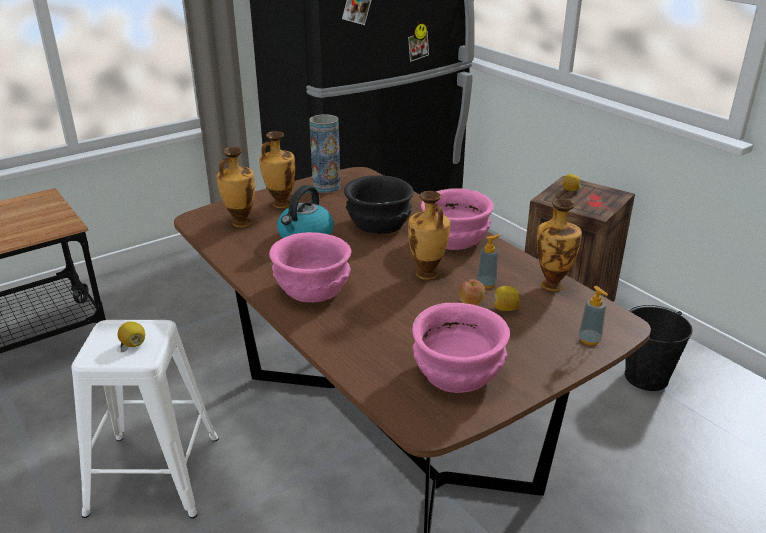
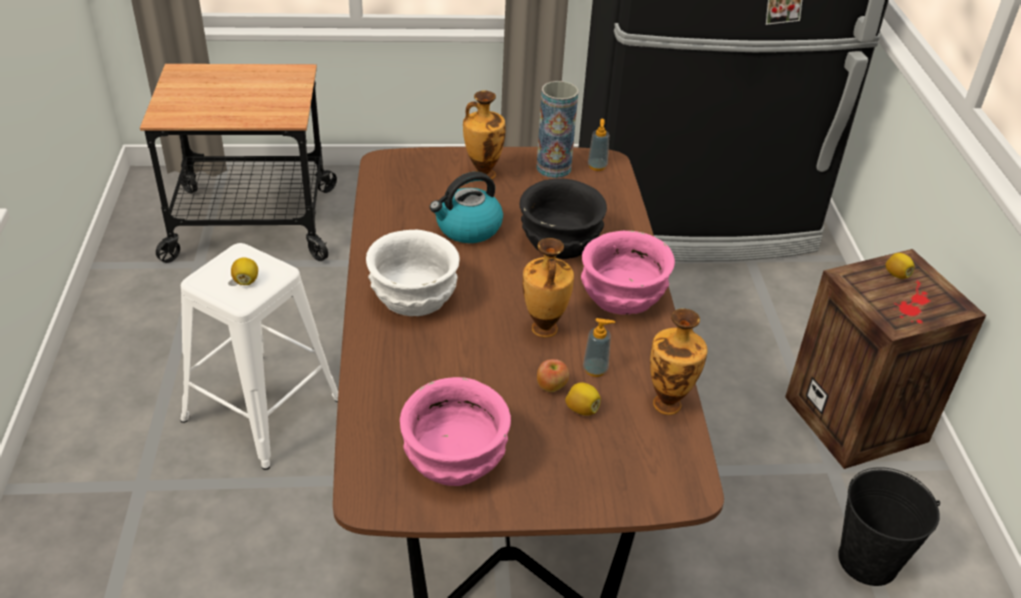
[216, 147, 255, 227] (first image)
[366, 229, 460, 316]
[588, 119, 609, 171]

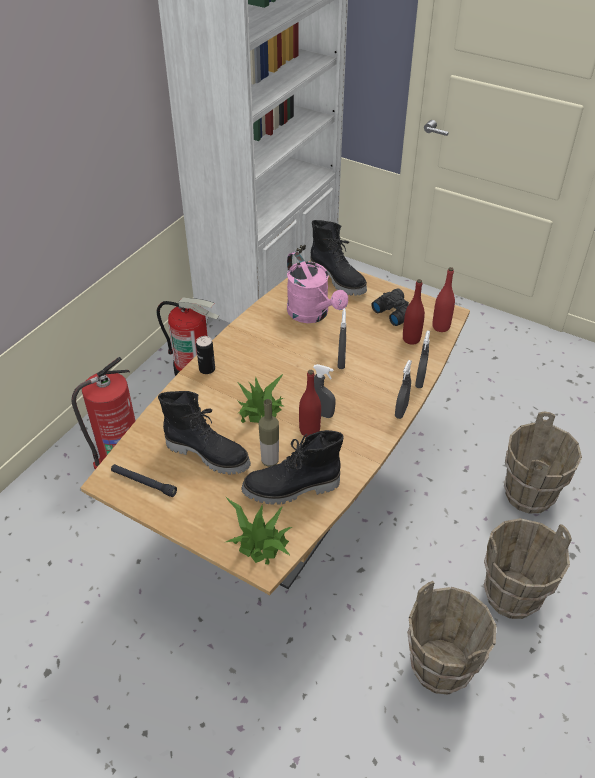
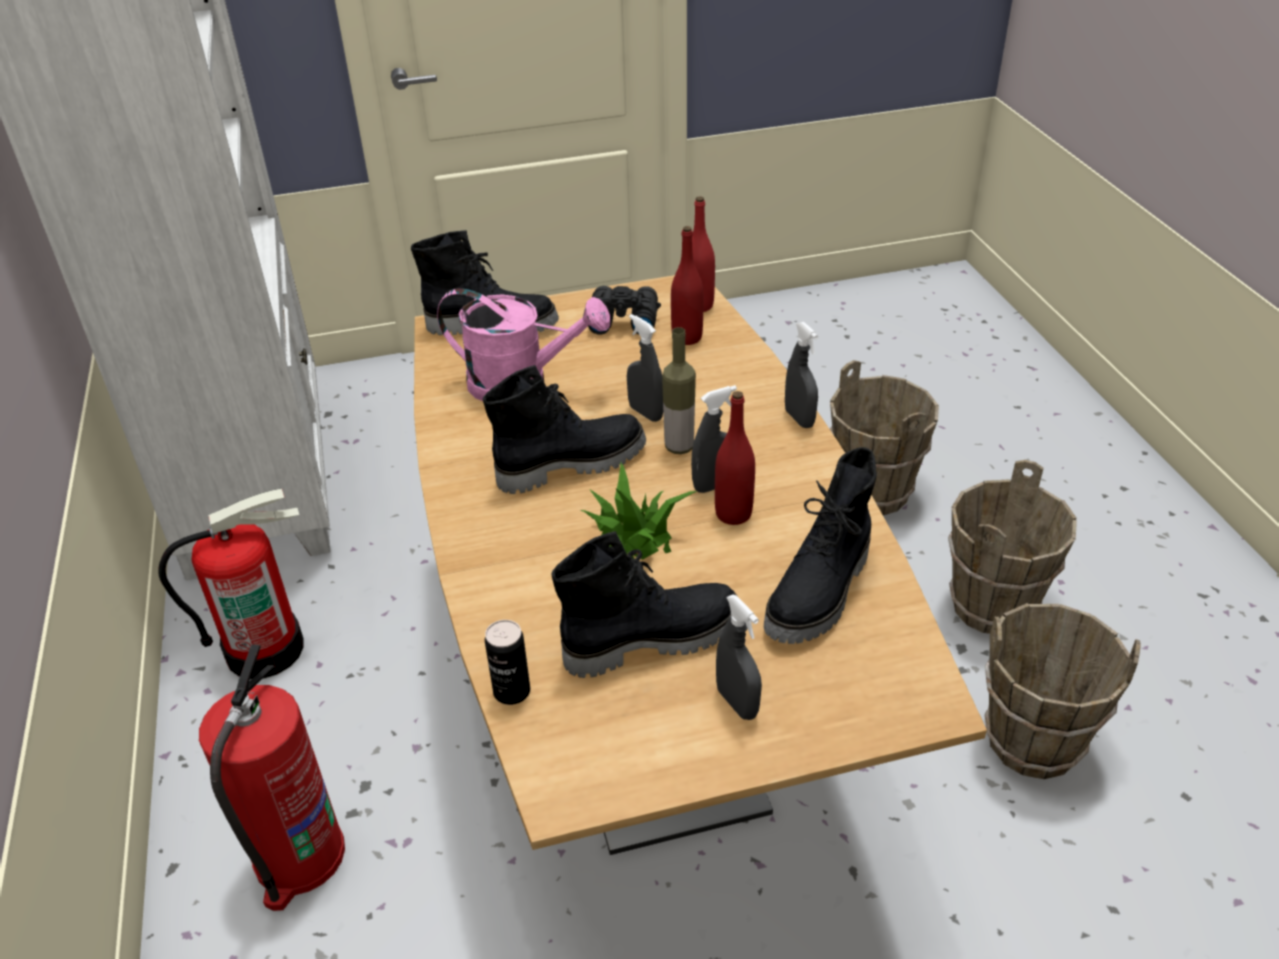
[716, 594, 762, 720]
[485, 620, 530, 705]
[662, 327, 696, 454]
[111, 464, 177, 497] (first image)
[225, 496, 293, 565] (first image)
[483, 365, 646, 494]

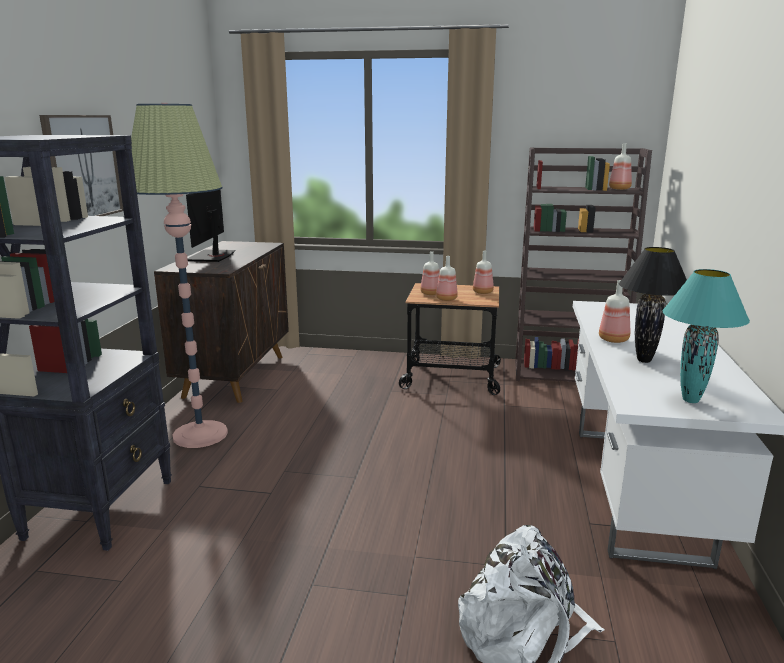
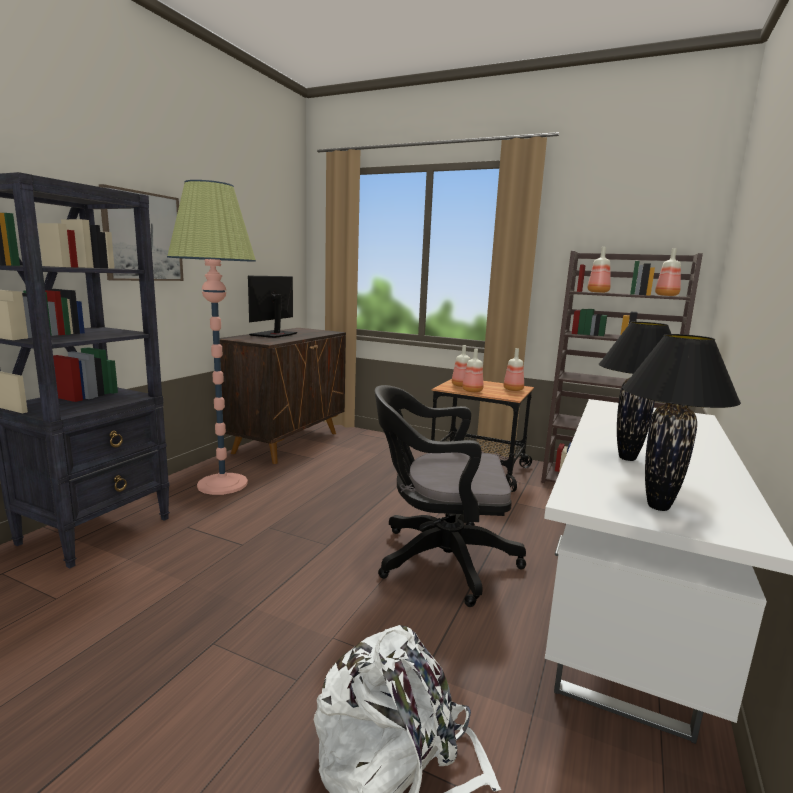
[622, 334, 741, 511]
[587, 247, 611, 293]
[374, 385, 526, 607]

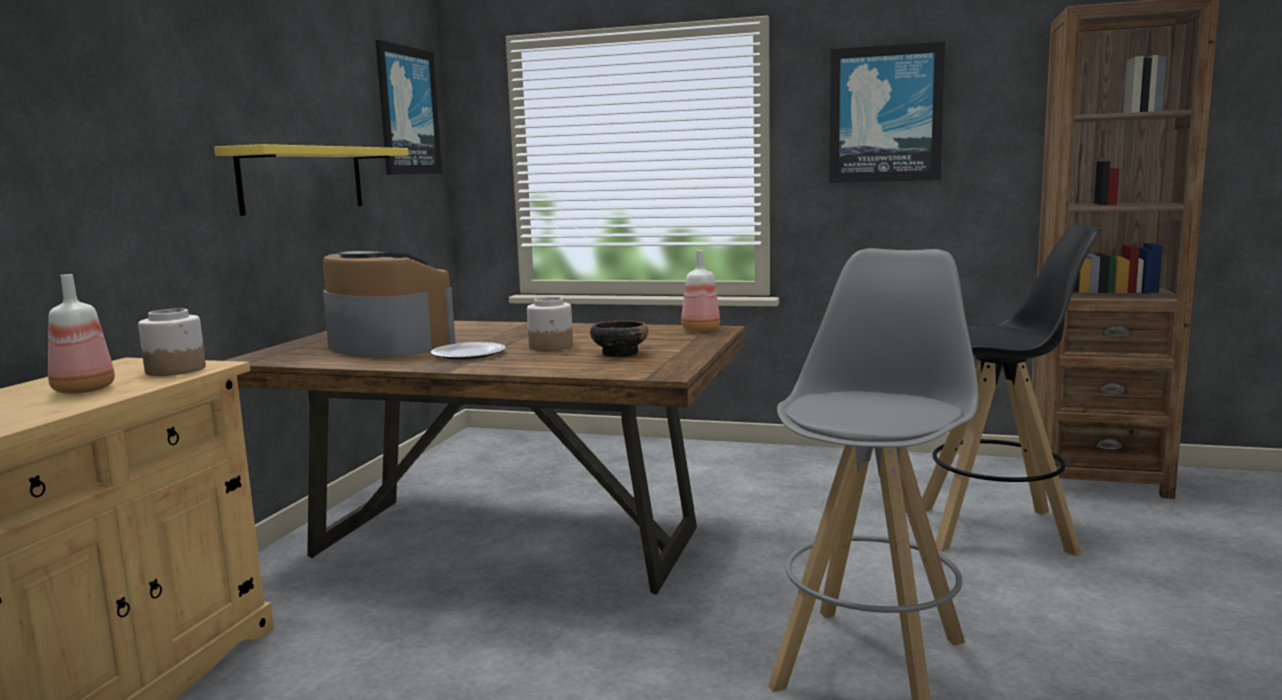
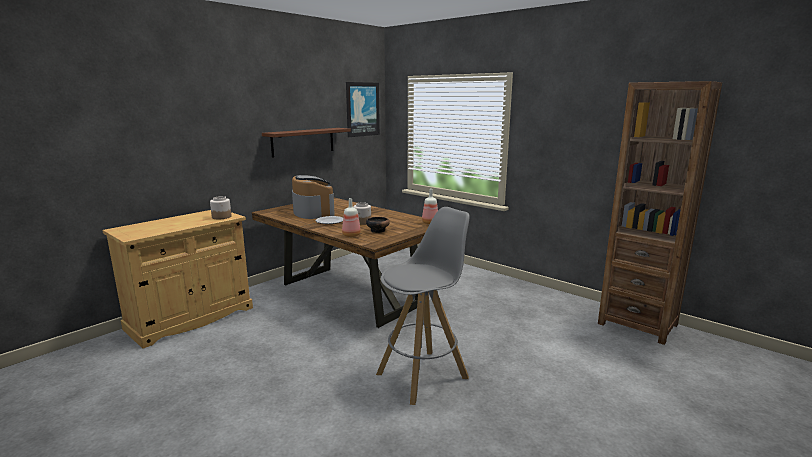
[829, 41, 945, 183] (first image)
[262, 128, 351, 158]
[922, 224, 1103, 556] (first image)
[342, 198, 361, 237]

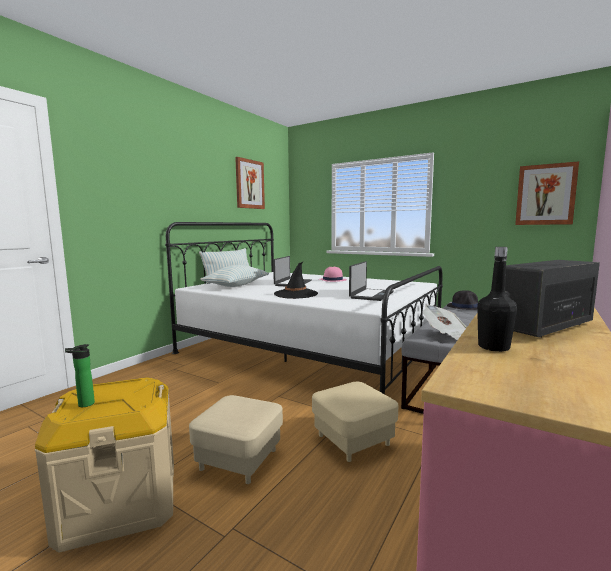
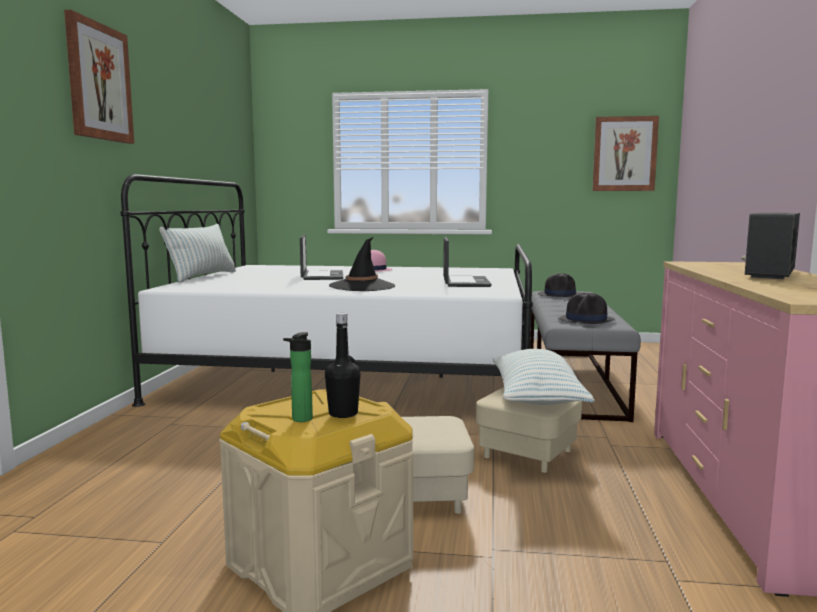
[64, 10, 134, 144]
[325, 313, 361, 418]
[492, 349, 594, 405]
[558, 293, 615, 324]

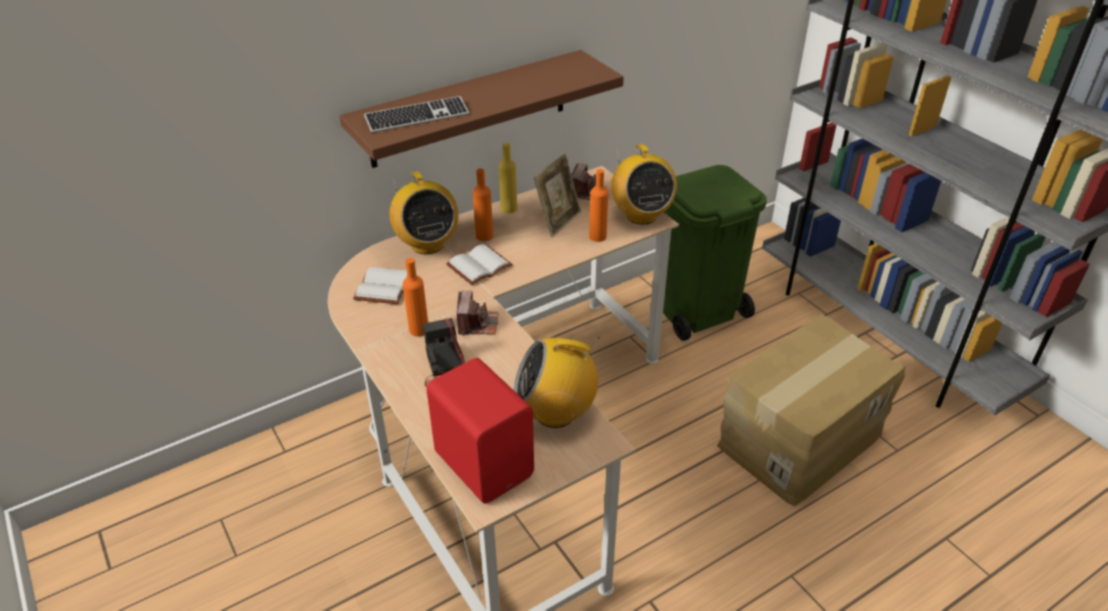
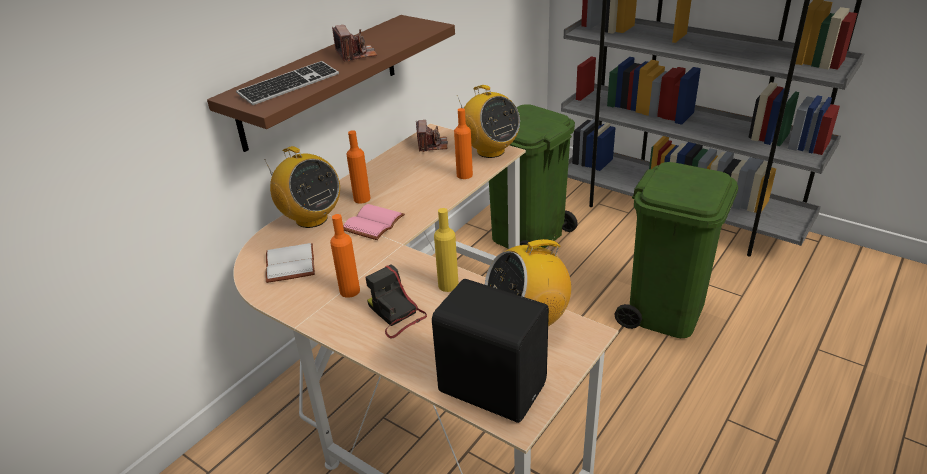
[434, 208, 459, 292]
[534, 154, 581, 237] (first image)
[343, 204, 405, 240]
[332, 25, 377, 62]
[615, 162, 738, 338]
[432, 279, 549, 423]

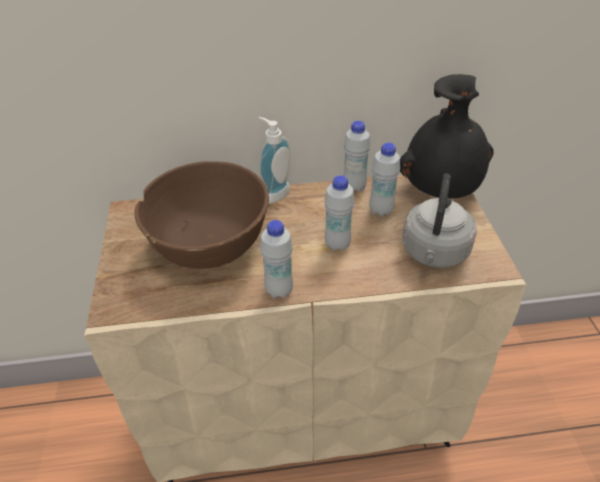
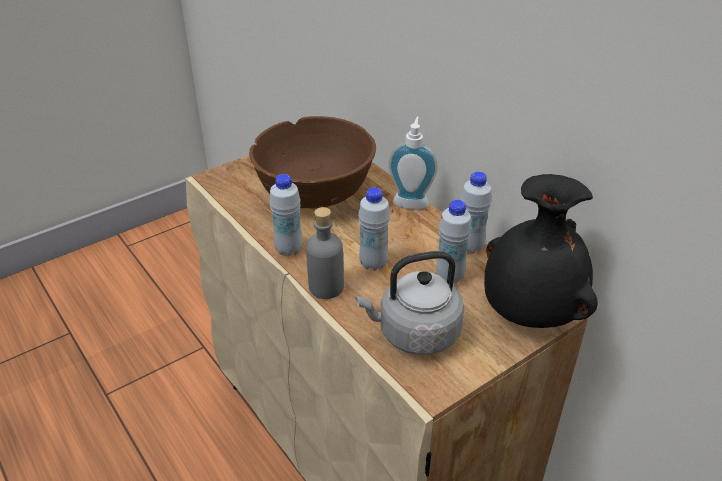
[306, 207, 344, 299]

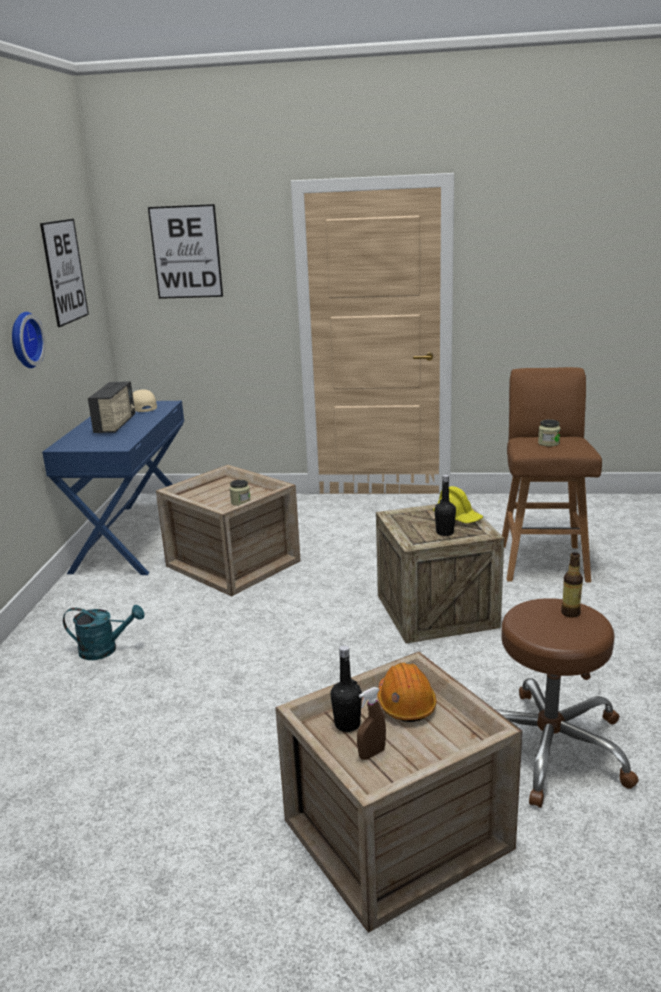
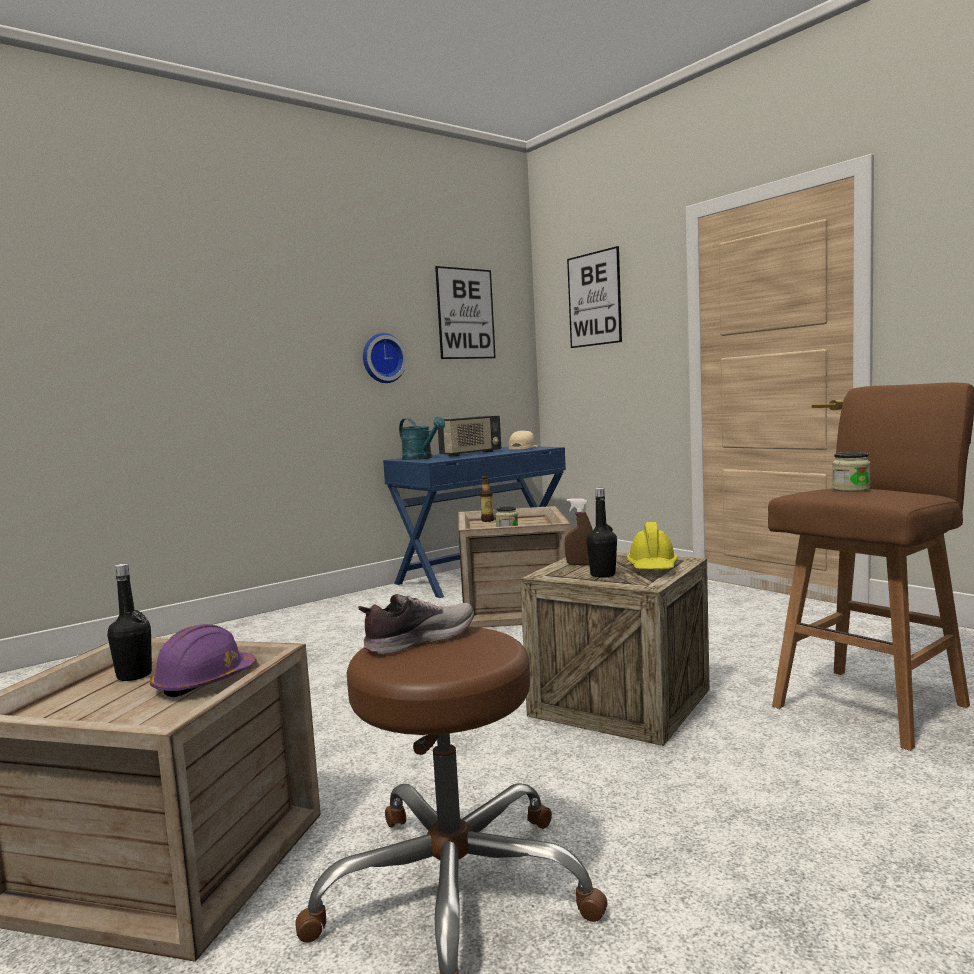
[480, 476, 494, 522]
[399, 417, 445, 460]
[150, 624, 257, 697]
[565, 498, 593, 565]
[358, 594, 474, 655]

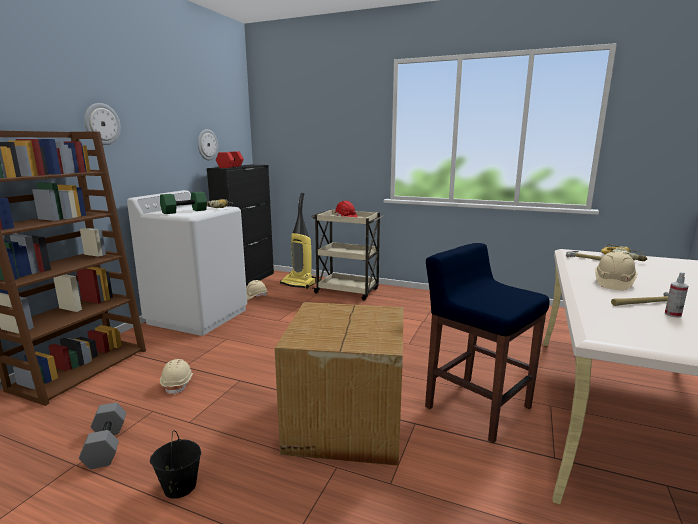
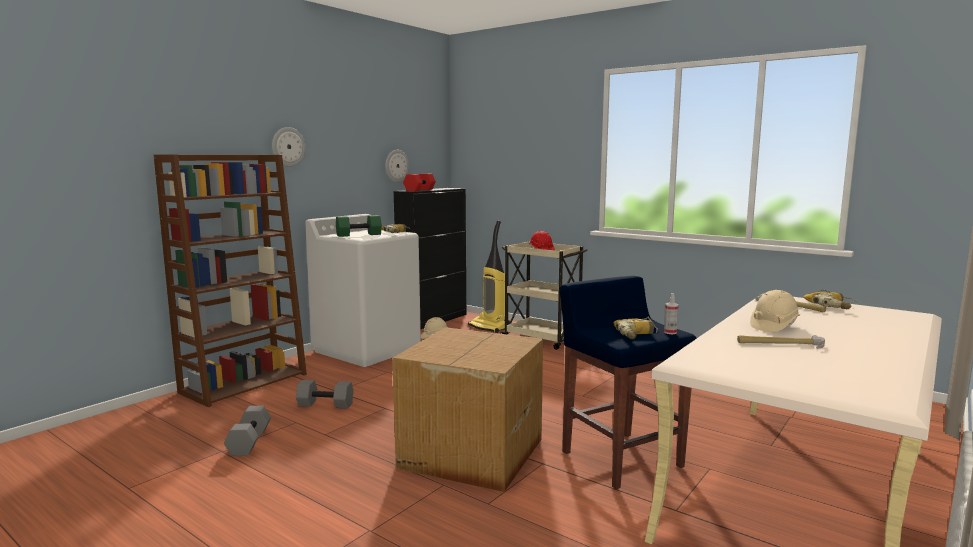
[664, 293, 679, 334]
[296, 380, 354, 408]
[150, 430, 201, 499] (first image)
[614, 317, 658, 339]

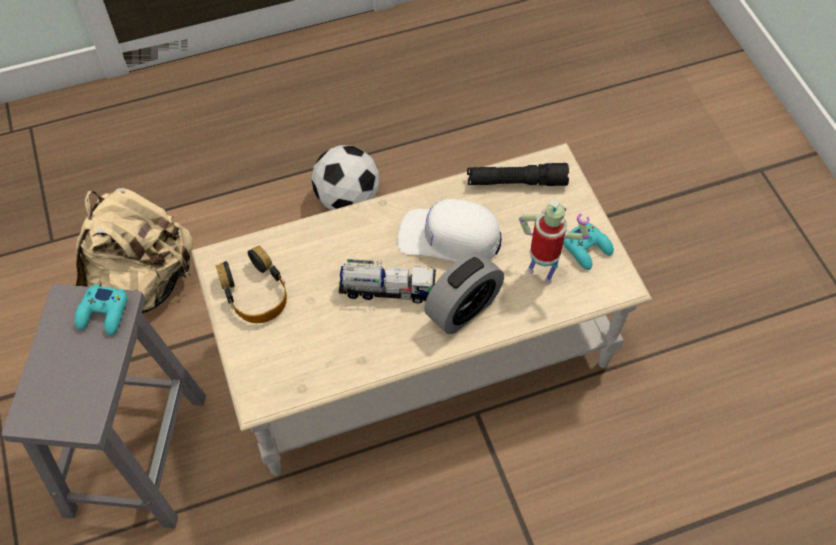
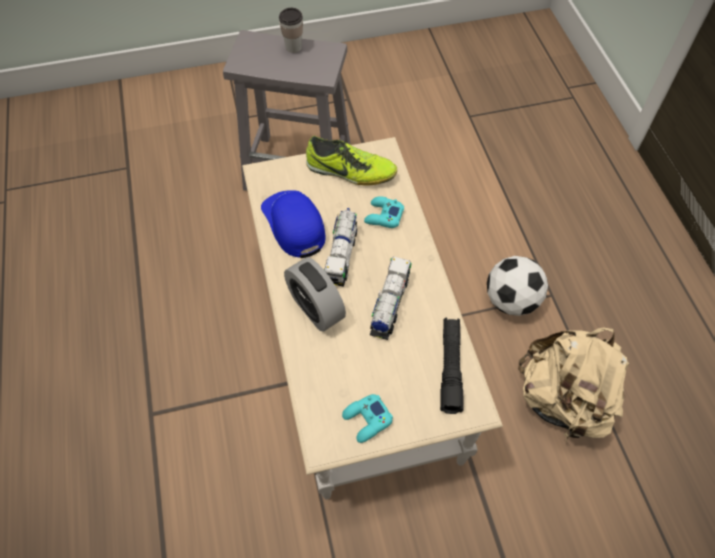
[518, 328, 629, 441]
[370, 257, 412, 340]
[519, 199, 589, 284] (first image)
[306, 136, 397, 186]
[364, 196, 404, 228]
[279, 8, 303, 53]
[261, 190, 326, 258]

